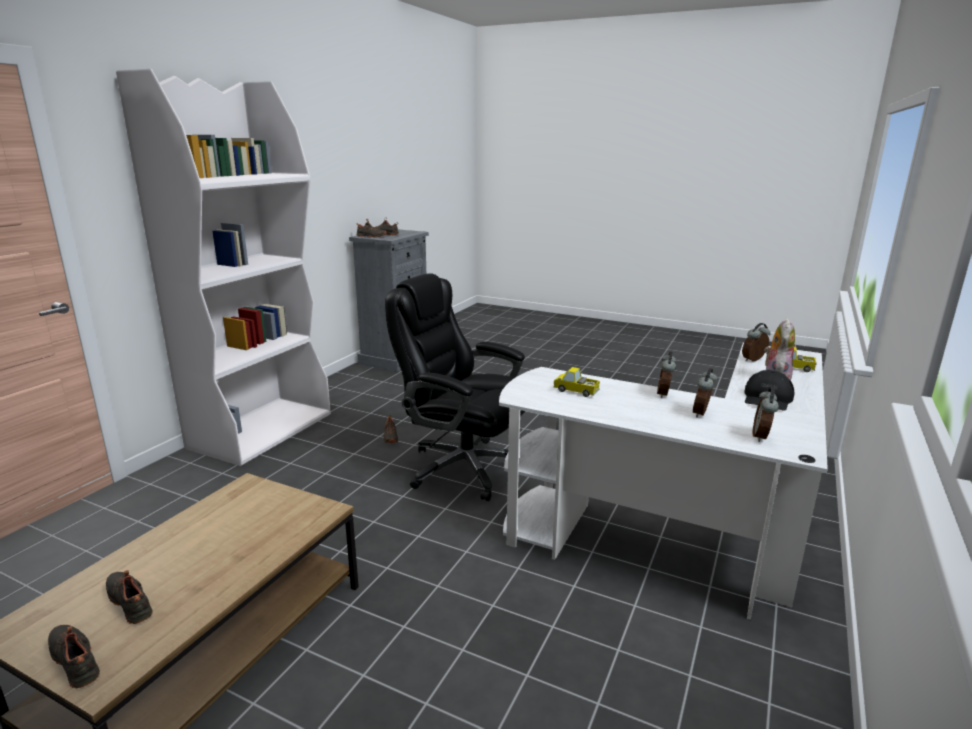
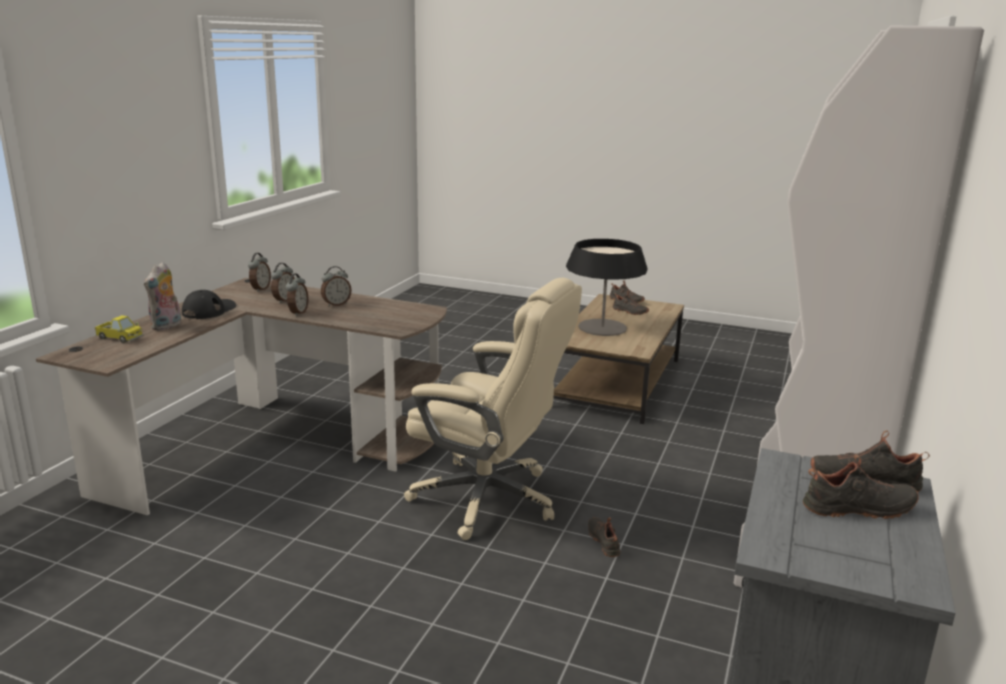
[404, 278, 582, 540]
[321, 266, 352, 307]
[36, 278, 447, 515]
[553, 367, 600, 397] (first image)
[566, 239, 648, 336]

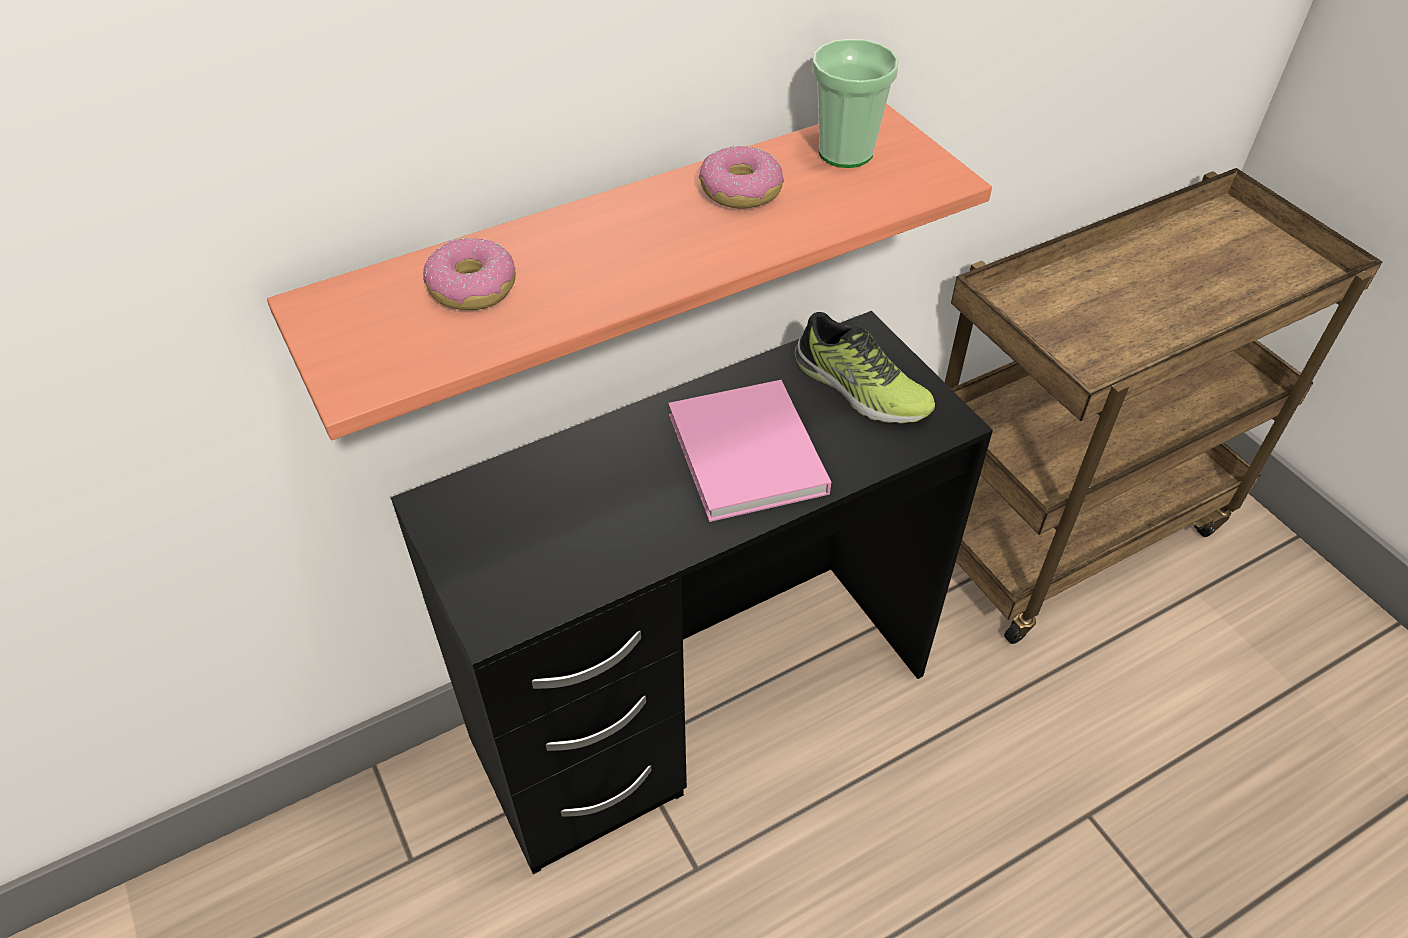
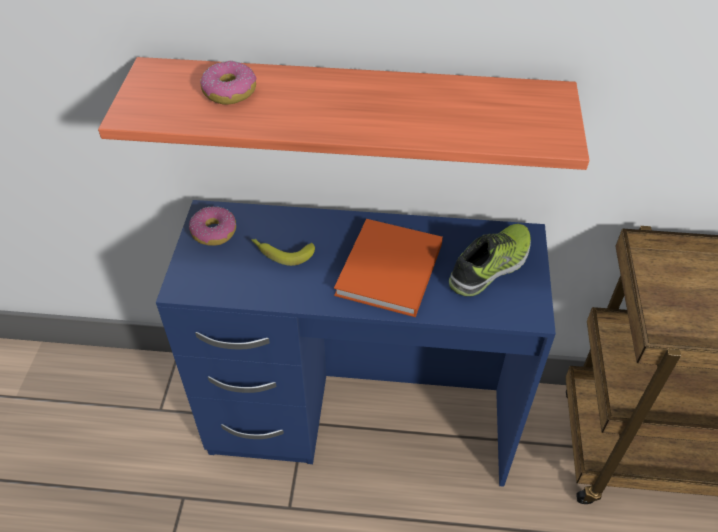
[812, 39, 899, 168] (first image)
[189, 206, 236, 246]
[156, 200, 556, 487]
[449, 224, 531, 297]
[334, 219, 443, 317]
[251, 239, 315, 266]

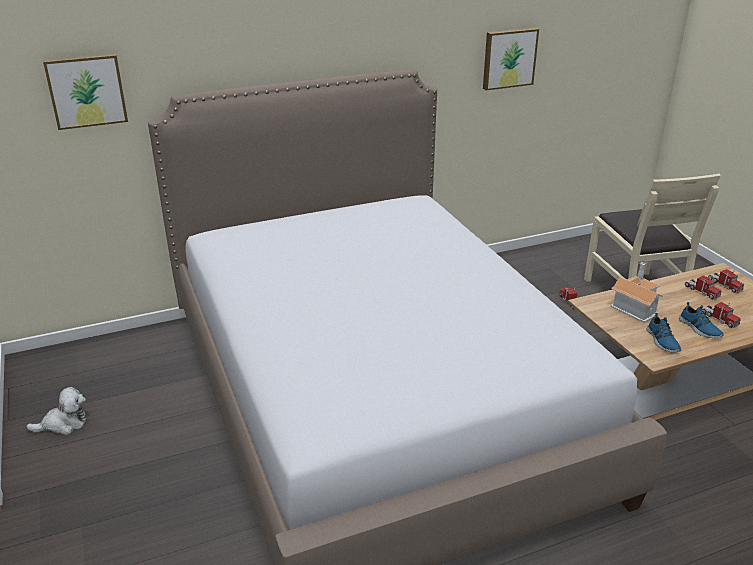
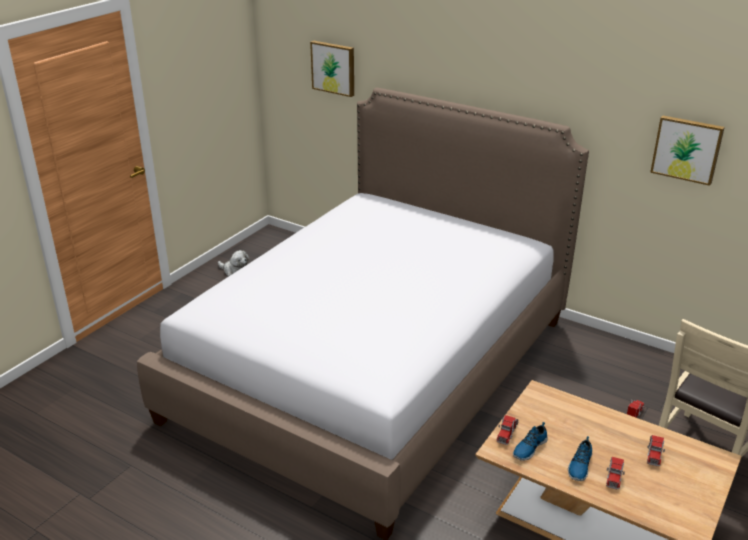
[610, 262, 663, 323] (first image)
[496, 415, 519, 445]

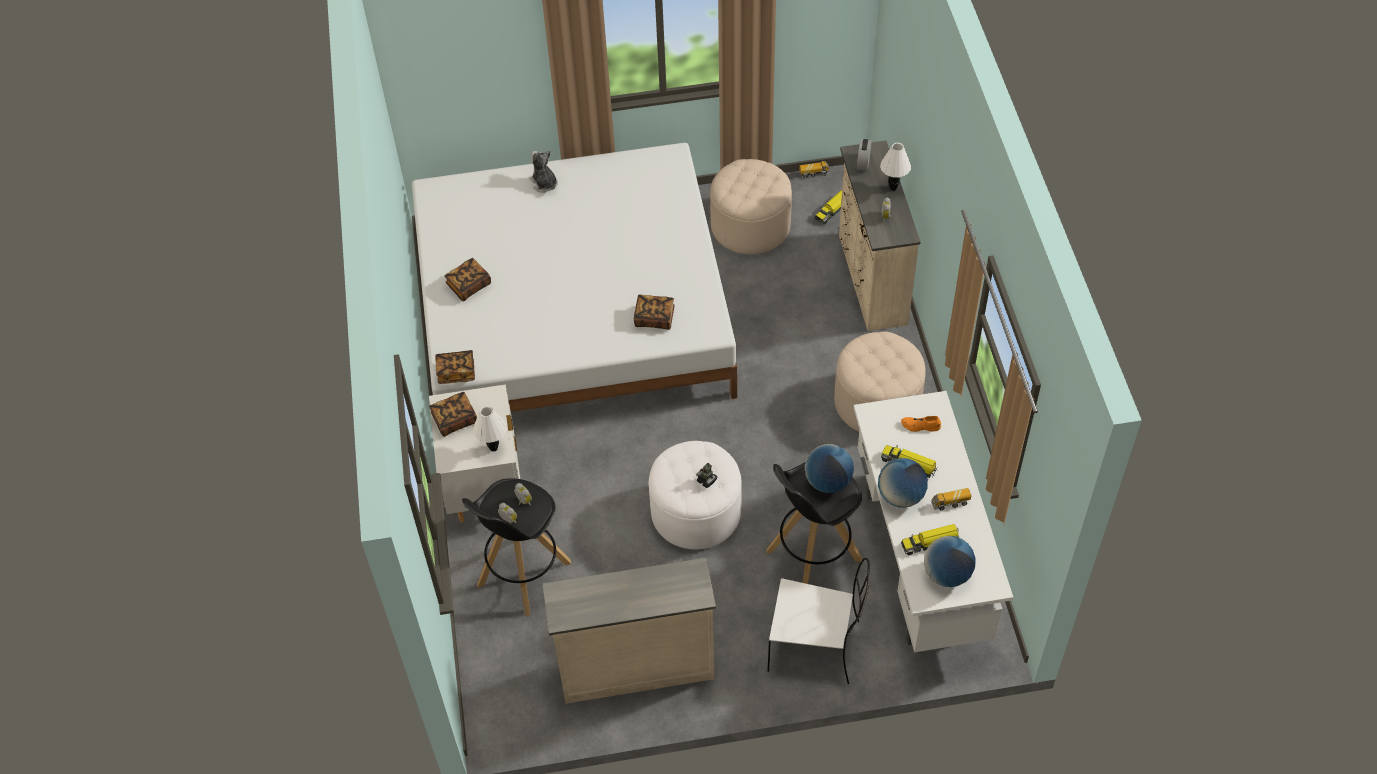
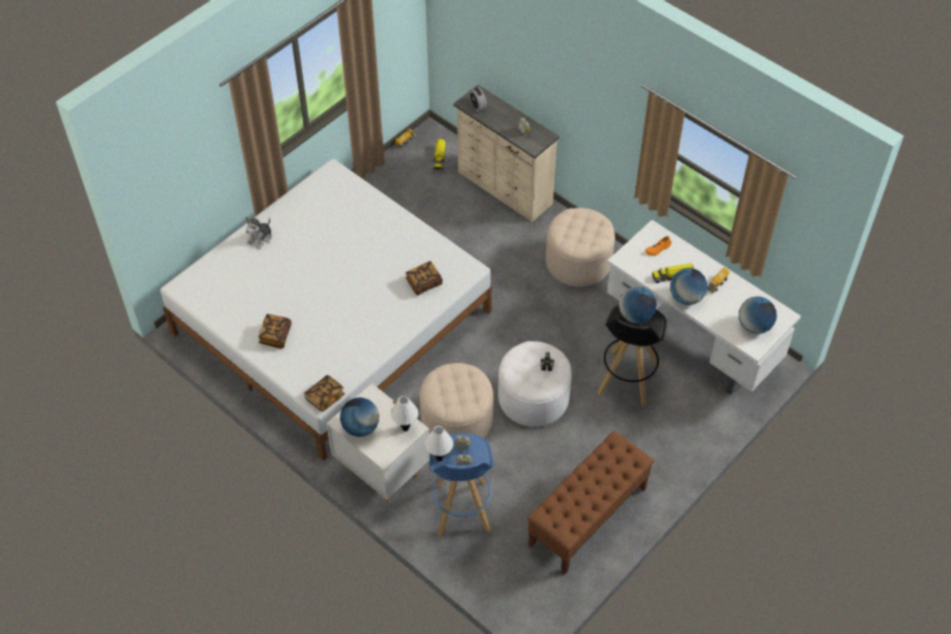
[425, 426, 453, 461]
[246, 217, 272, 249]
[420, 363, 493, 438]
[340, 398, 379, 437]
[430, 433, 494, 537]
[901, 524, 959, 555] (first image)
[527, 431, 654, 574]
[767, 558, 870, 684] (first image)

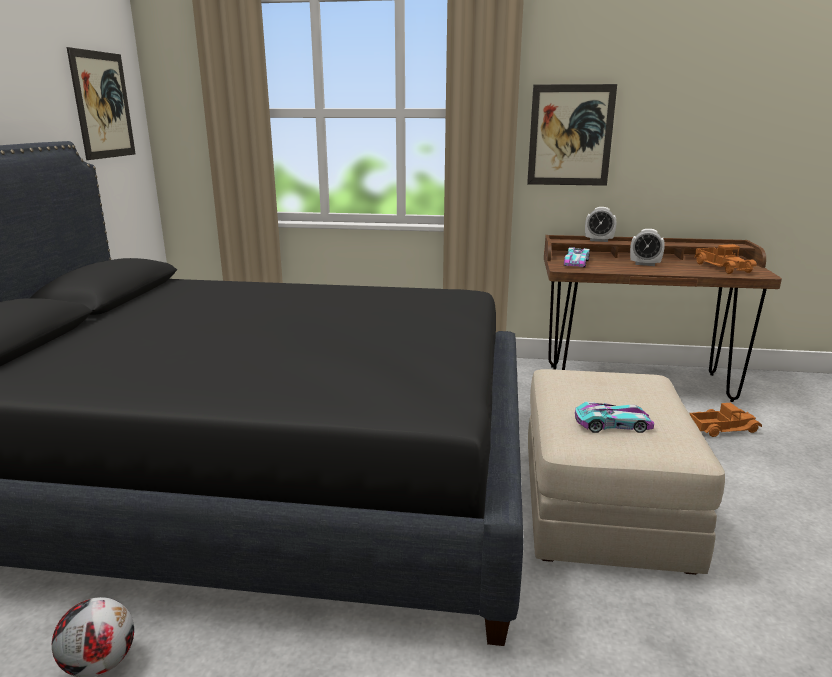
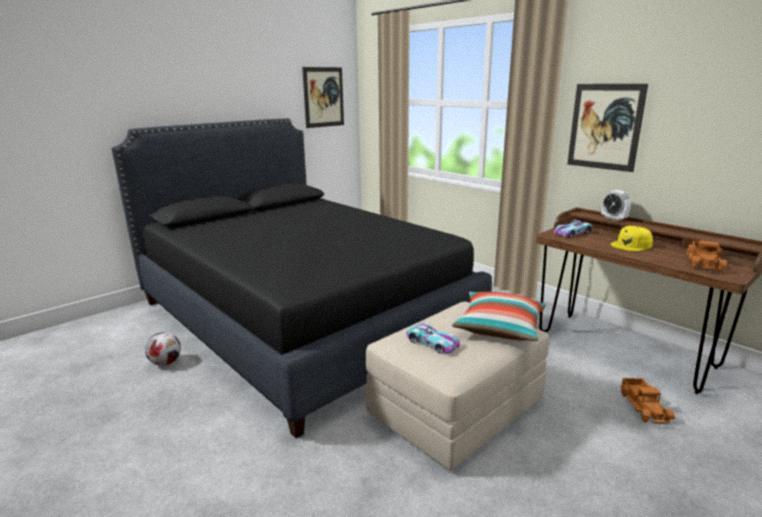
[611, 226, 653, 252]
[620, 378, 675, 424]
[452, 292, 546, 341]

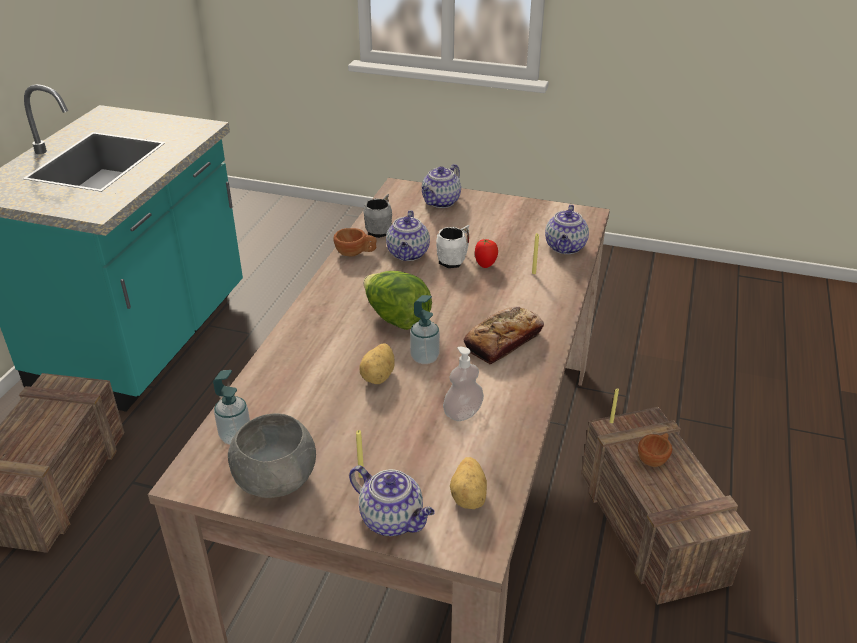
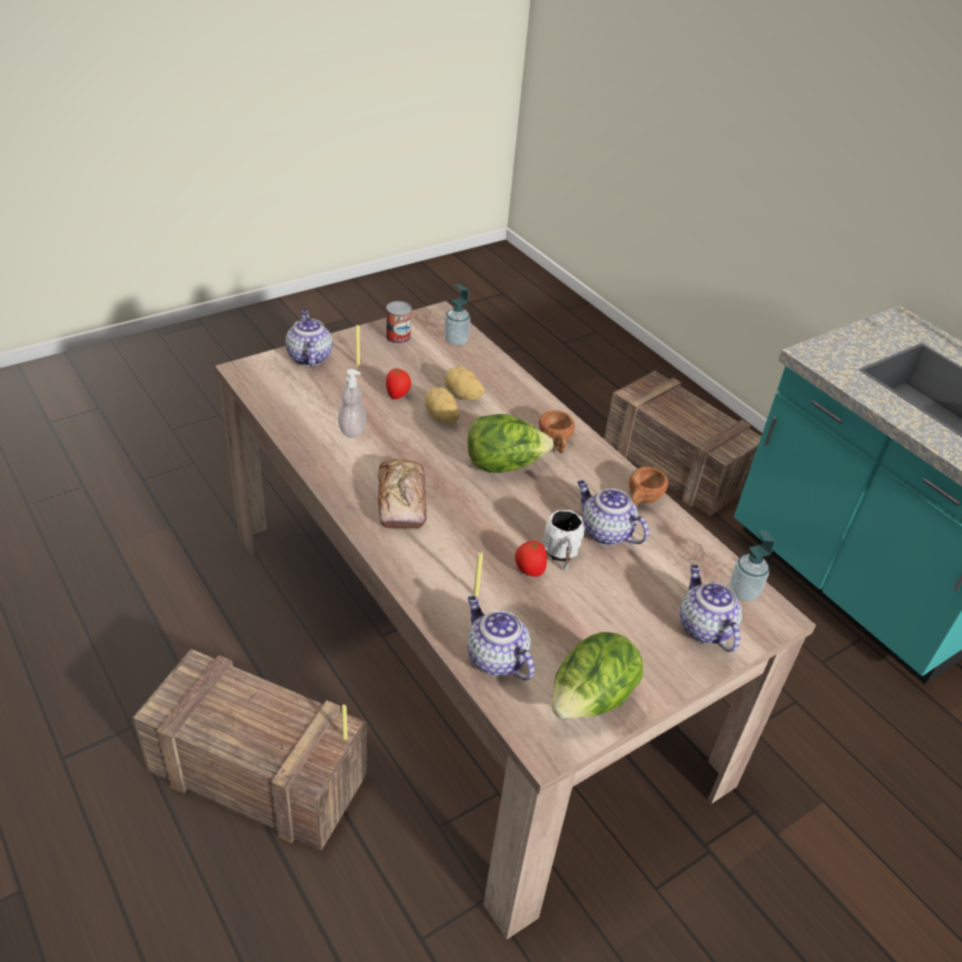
[363, 194, 392, 238] (first image)
[729, 530, 775, 602]
[386, 301, 412, 344]
[539, 410, 575, 454]
[445, 366, 484, 401]
[285, 310, 332, 367]
[386, 368, 411, 399]
[552, 632, 643, 719]

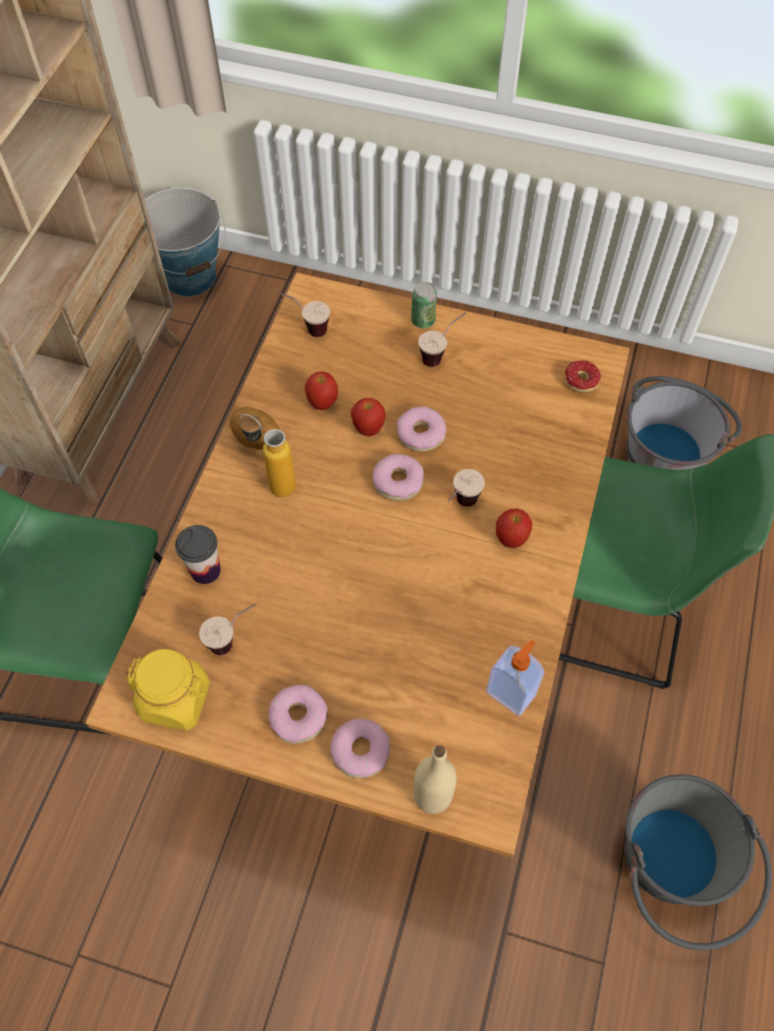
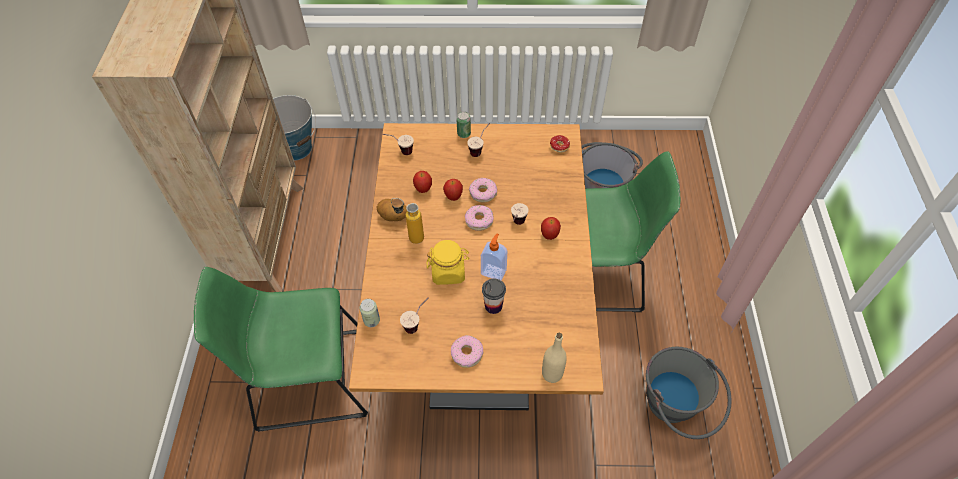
[482, 279, 506, 314]
[481, 234, 507, 281]
[427, 240, 470, 285]
[330, 718, 390, 778] (first image)
[360, 299, 380, 327]

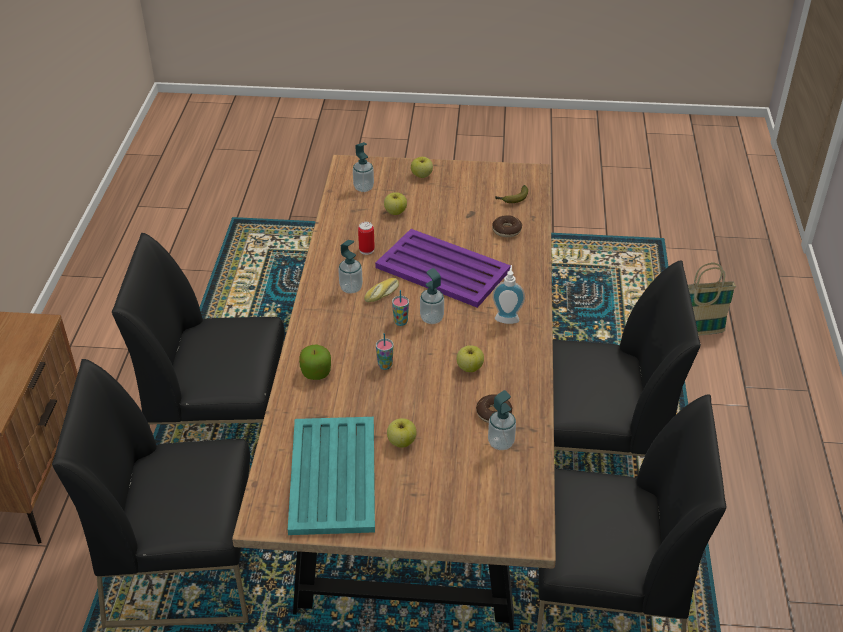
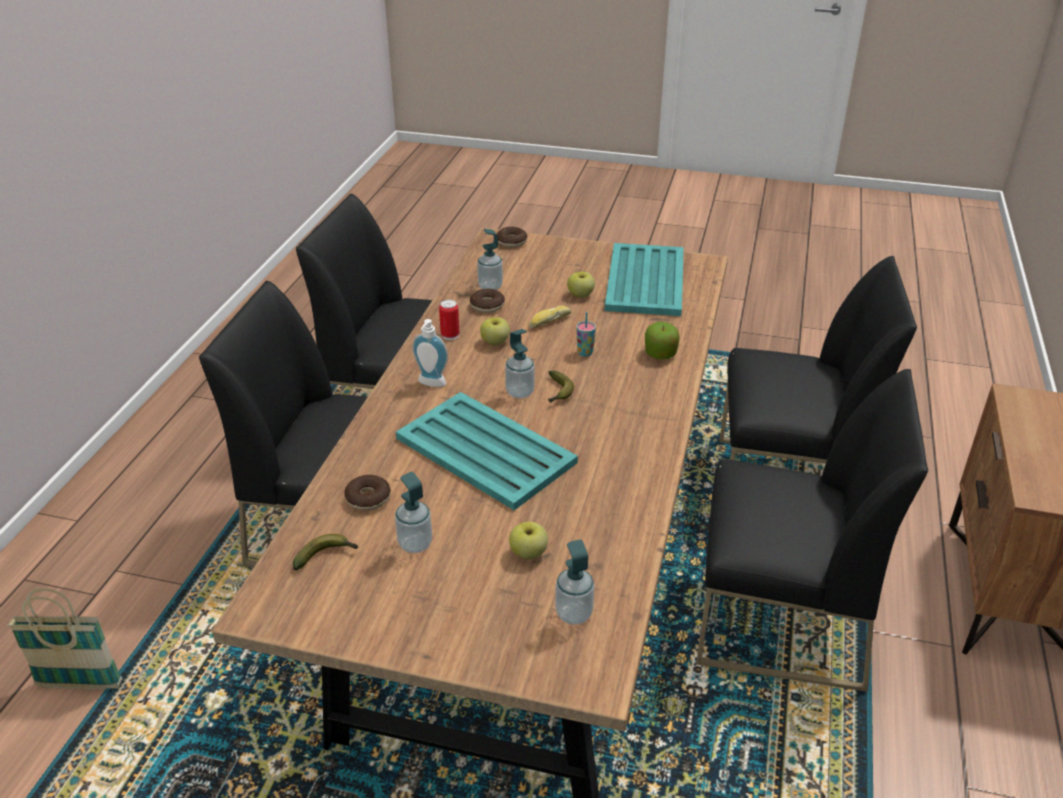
[411, 157, 433, 178] (first image)
[439, 300, 460, 340]
[396, 392, 578, 510]
[395, 472, 432, 553]
[529, 305, 571, 328]
[548, 371, 574, 403]
[497, 227, 528, 247]

